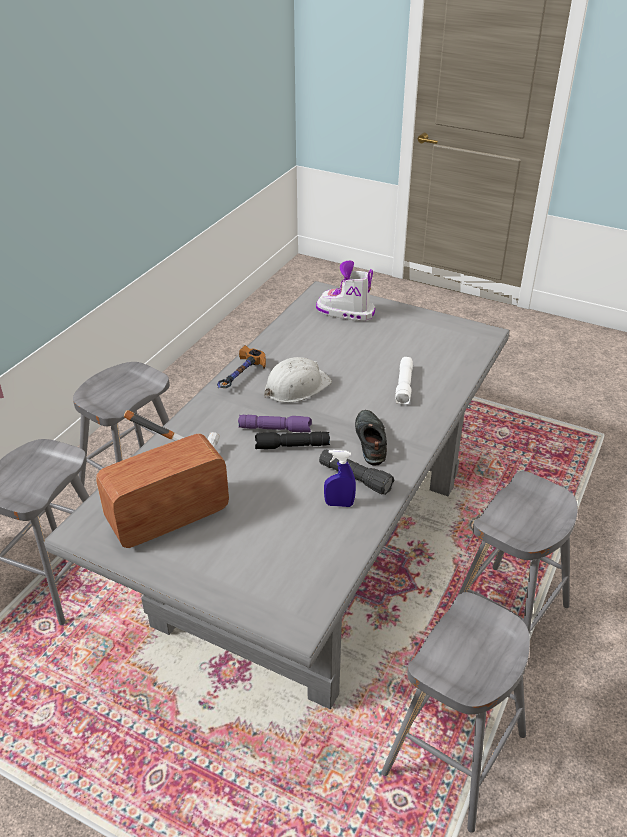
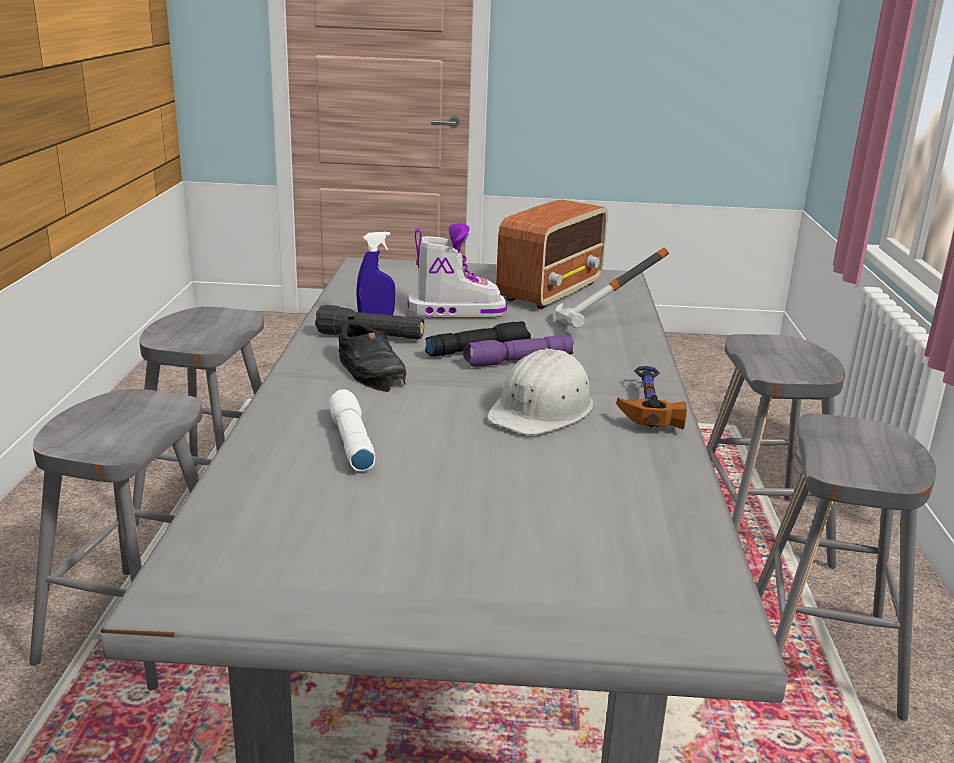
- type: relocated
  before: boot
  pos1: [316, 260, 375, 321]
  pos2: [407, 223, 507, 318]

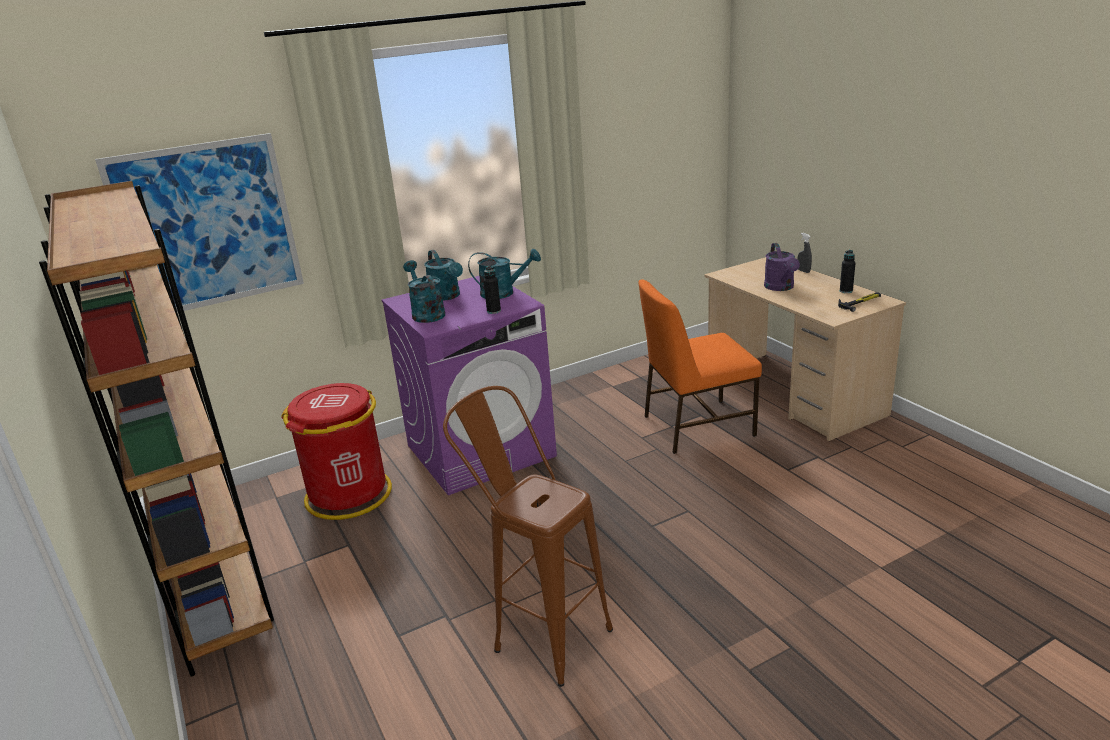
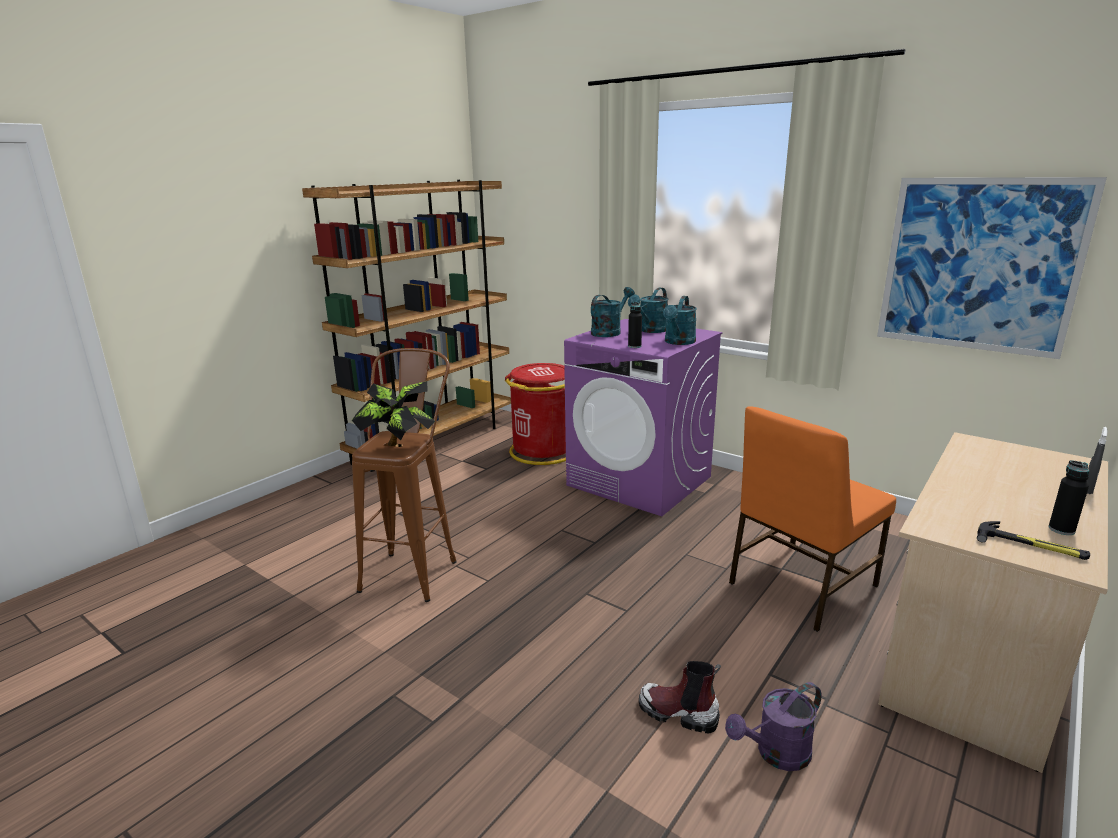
- type: appeared
  after: potted plant
  pos2: [352, 381, 435, 446]
- type: appeared
  after: boot
  pos2: [639, 661, 721, 733]
- type: relocated
  before: picture
  pos1: [95, 133, 304, 312]
  pos2: [877, 177, 1107, 359]
- type: relocated
  before: watering can/purple
  pos1: [764, 243, 800, 291]
  pos2: [725, 682, 821, 771]
- type: spun
  before: watering can/turquoise
  pos1: [468, 249, 541, 299]
  pos2: [663, 296, 697, 345]
  turn: 45
- type: spun
  before: chair/orange
  pos1: [638, 279, 762, 454]
  pos2: [729, 406, 896, 632]
  turn: -90

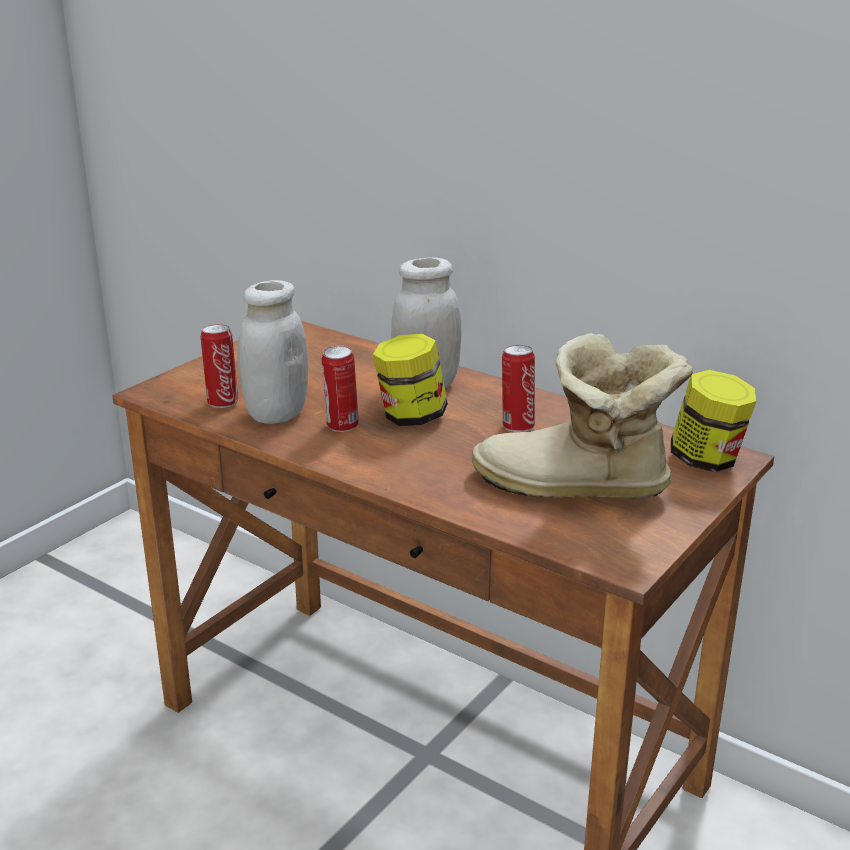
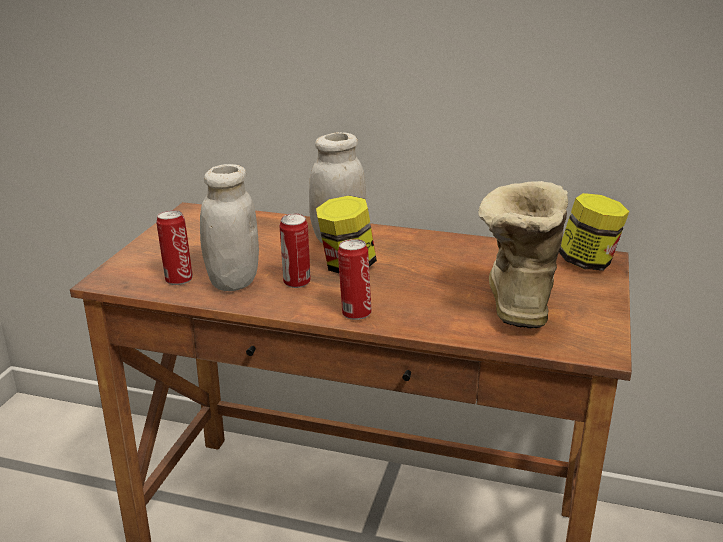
- type: relocated
  before: can
  pos1: [502, 345, 535, 432]
  pos2: [338, 239, 372, 320]
- type: spun
  before: boot
  pos1: [472, 333, 693, 498]
  pos2: [478, 181, 568, 328]
  turn: 105

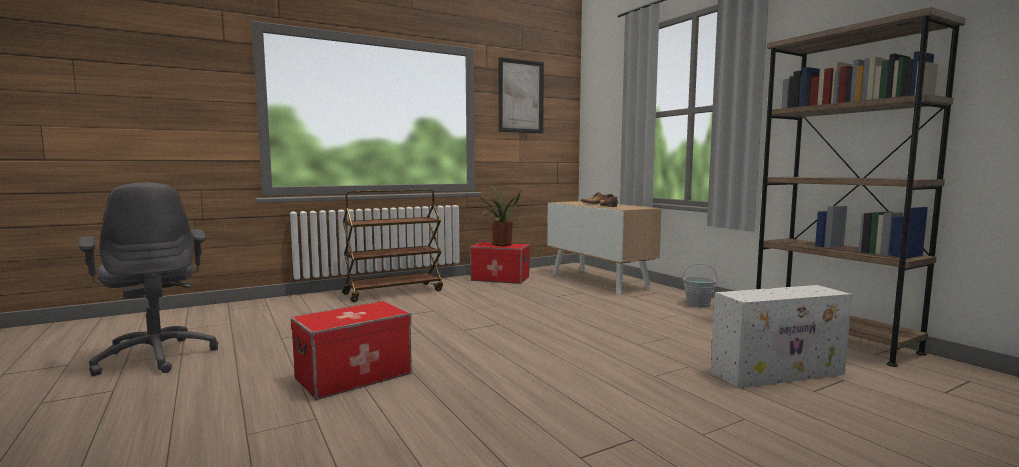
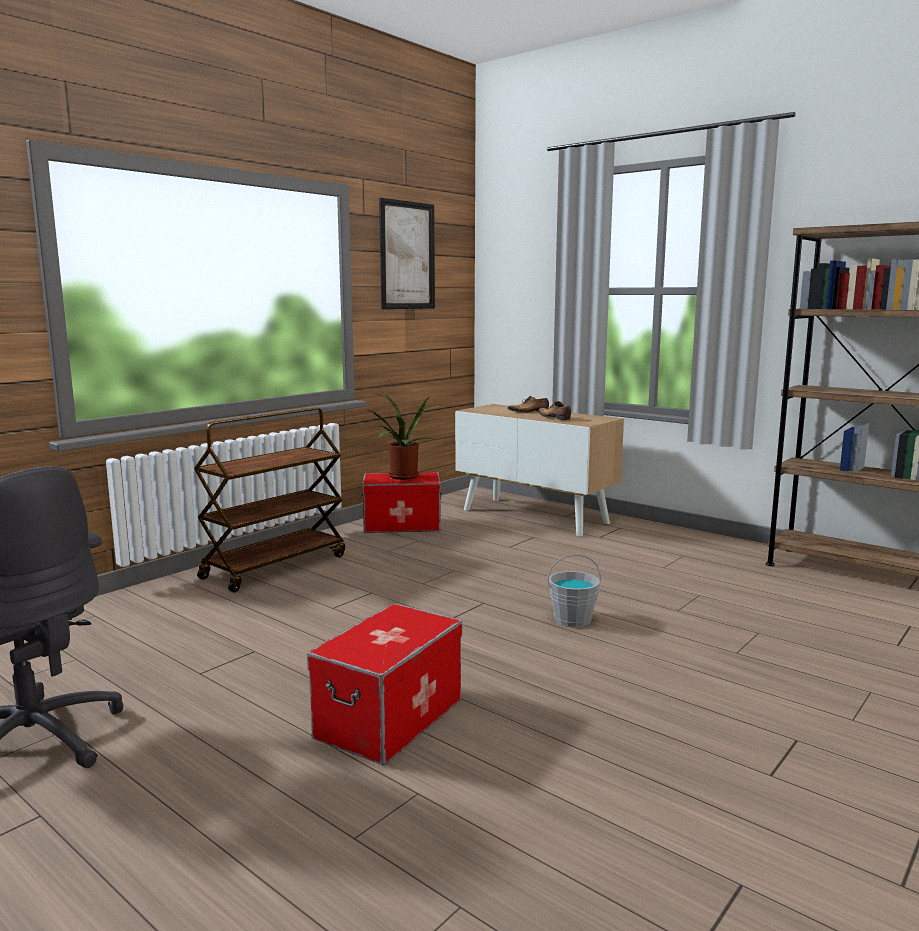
- type: missing
  before: storage box/white
  pos1: [711, 285, 852, 388]
- type: relocated
  before: bucket/grey
  pos1: [683, 264, 717, 307]
  pos2: [548, 554, 601, 627]

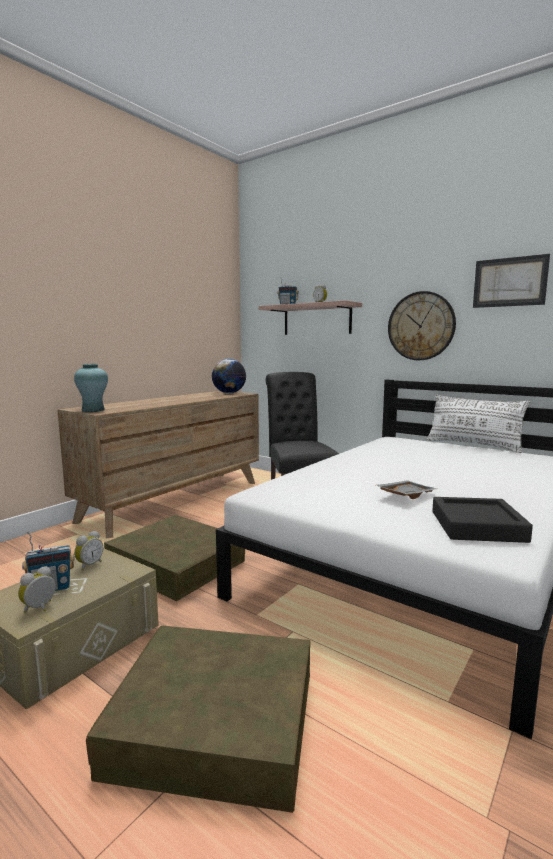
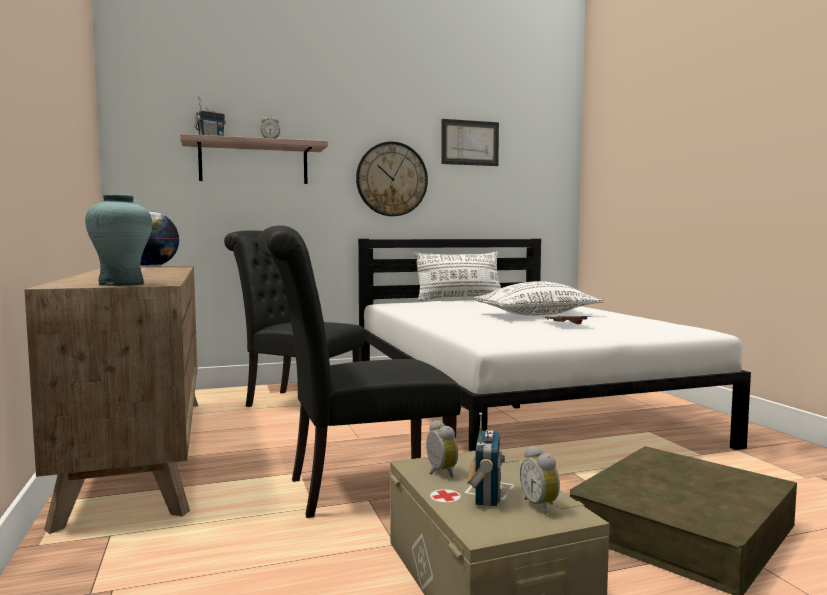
- type: missing
  before: tray/black
  pos1: [432, 497, 533, 543]
- type: appeared
  after: pillow/white
  pos2: [474, 281, 604, 316]
- type: exchanged
  before: storage box/brown
  after: chair/black
  pos1: [104, 515, 245, 601]
  pos2: [258, 225, 462, 518]

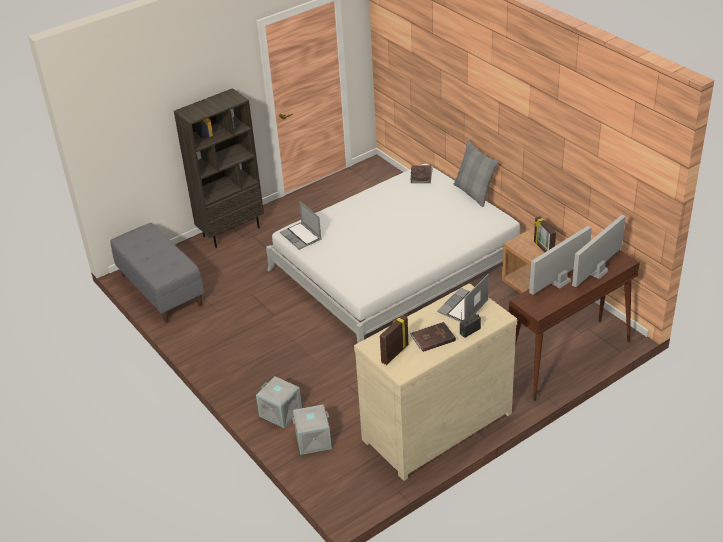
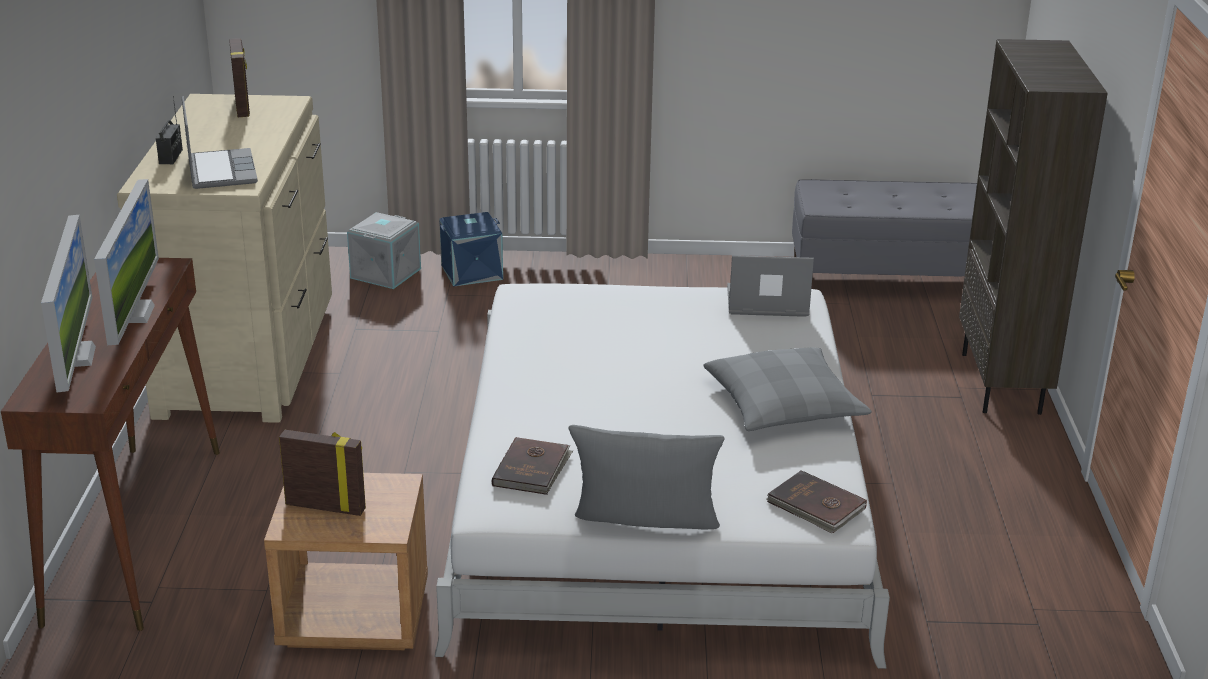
- type: appeared
  after: pillow/grey
  pos2: [703, 347, 872, 431]
- type: relocated
  before: book/brown
  pos1: [410, 322, 456, 352]
  pos2: [492, 437, 573, 495]
- type: colour
  before: storage box/grey
  after: storage box/blue
  pos1: [256, 376, 302, 428]
  pos2: [439, 212, 503, 287]

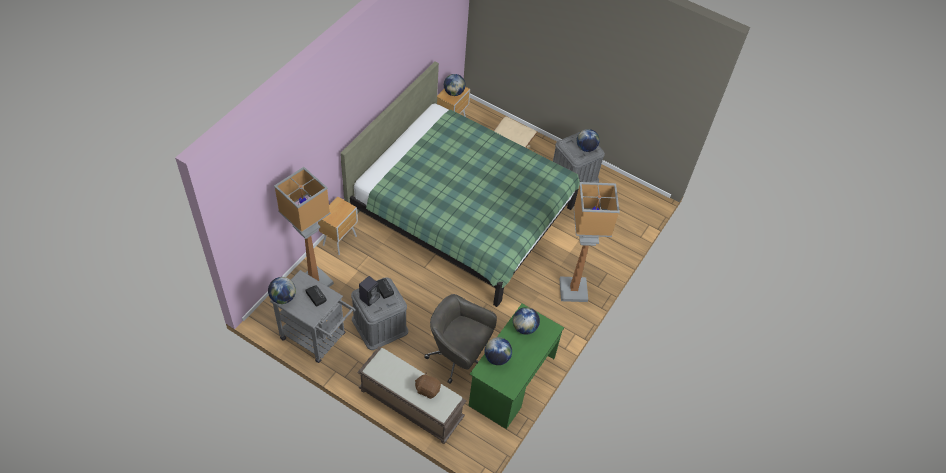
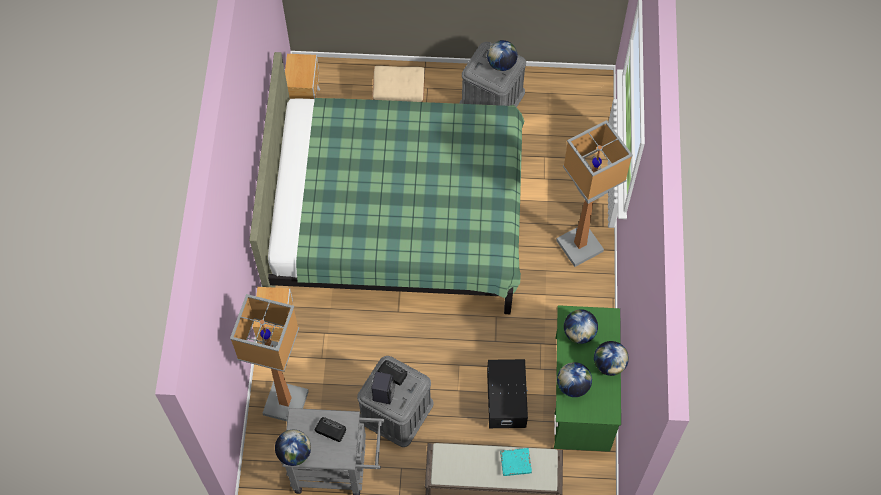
- type: relocated
  before: globe
  pos1: [444, 74, 466, 96]
  pos2: [594, 341, 629, 376]
- type: exchanged
  before: plush toy/brown
  after: book/turquoise
  pos1: [415, 373, 441, 399]
  pos2: [500, 448, 532, 476]
- type: exchanged
  before: office chair/grey
  after: storage box/black
  pos1: [424, 294, 497, 384]
  pos2: [487, 359, 528, 428]

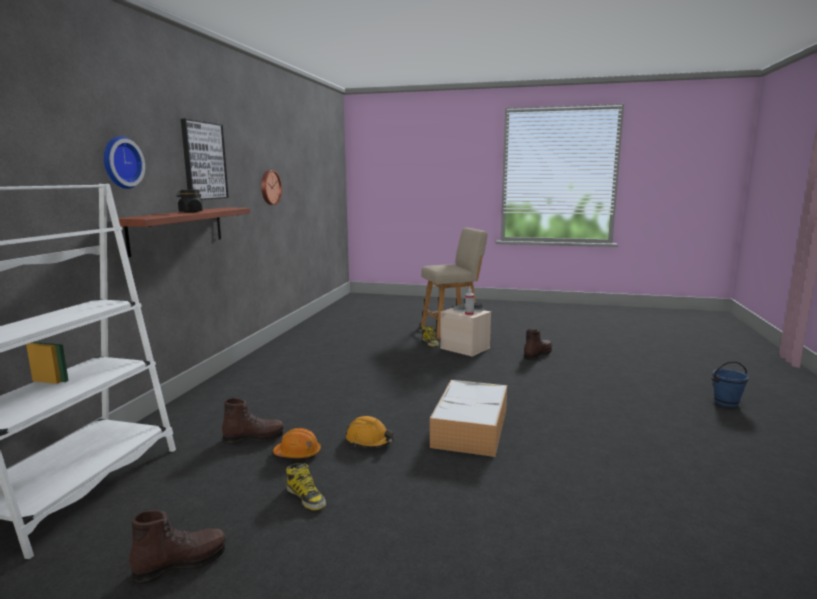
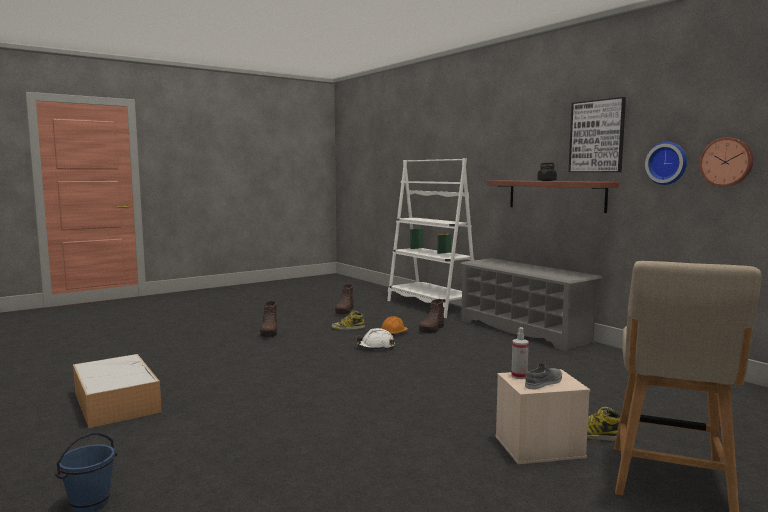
- type: appeared
  after: shoe rack/grey
  pos2: [460, 258, 603, 351]
- type: relocated
  before: wall clock
  pos1: [104, 136, 145, 189]
  pos2: [645, 142, 687, 185]
- type: relocated
  before: storage box
  pos1: [430, 380, 507, 457]
  pos2: [73, 354, 162, 428]
- type: relocated
  before: boot/brown
  pos1: [524, 329, 552, 360]
  pos2: [260, 301, 277, 337]
- type: colour
  before: hard hat/orange
  after: hard hat/white
  pos1: [346, 416, 394, 448]
  pos2: [356, 328, 395, 350]

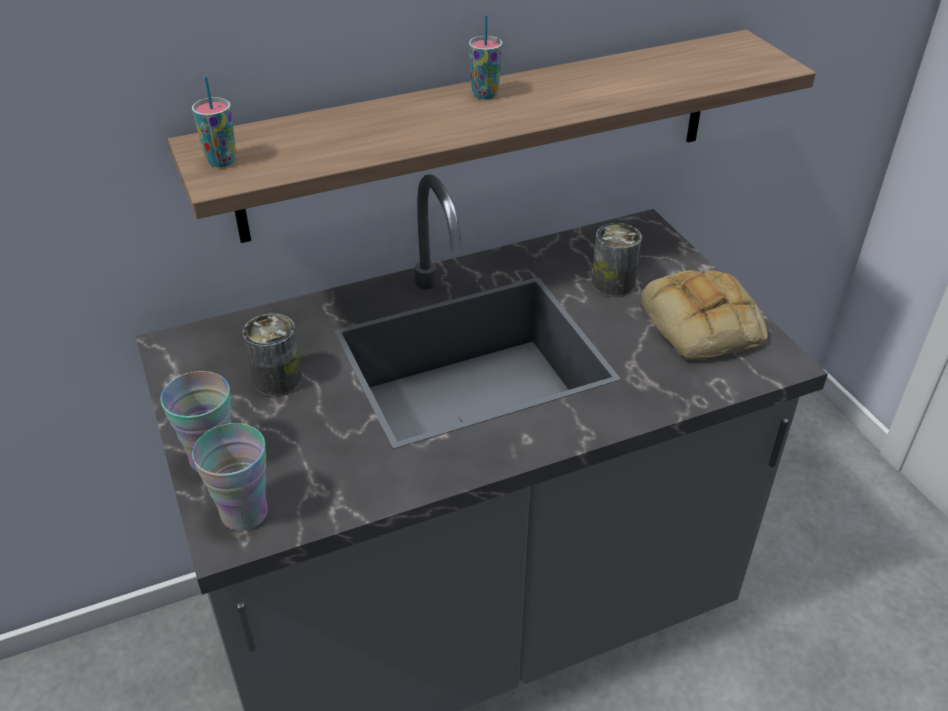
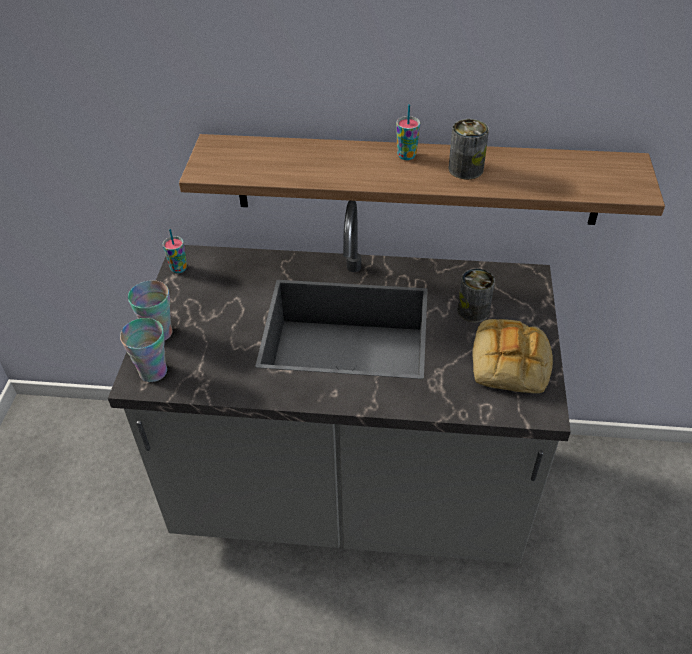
- type: relocated
  before: cup
  pos1: [192, 76, 236, 167]
  pos2: [163, 229, 187, 273]
- type: relocated
  before: can
  pos1: [243, 313, 303, 397]
  pos2: [448, 119, 489, 179]

